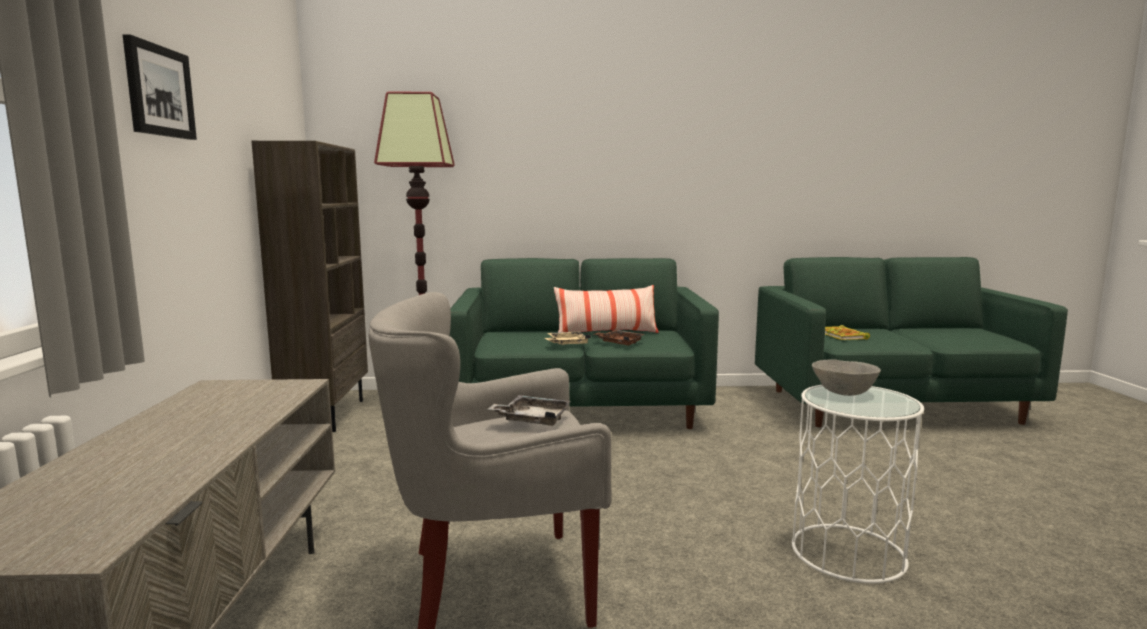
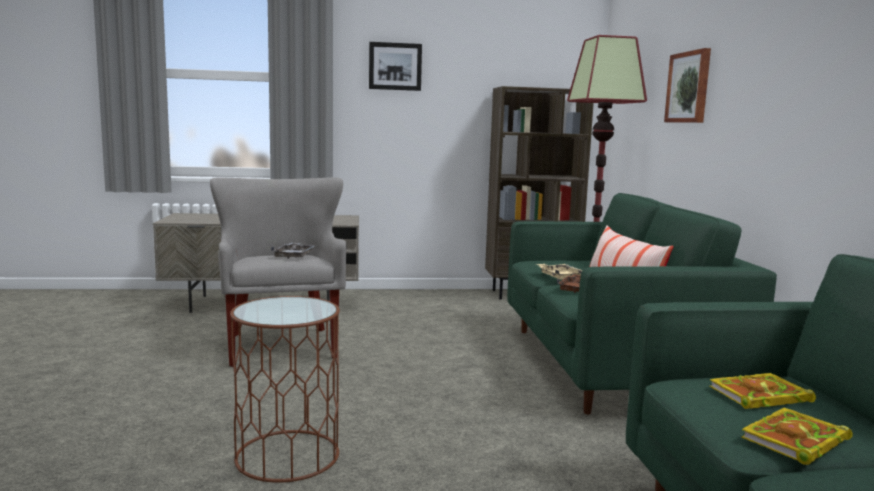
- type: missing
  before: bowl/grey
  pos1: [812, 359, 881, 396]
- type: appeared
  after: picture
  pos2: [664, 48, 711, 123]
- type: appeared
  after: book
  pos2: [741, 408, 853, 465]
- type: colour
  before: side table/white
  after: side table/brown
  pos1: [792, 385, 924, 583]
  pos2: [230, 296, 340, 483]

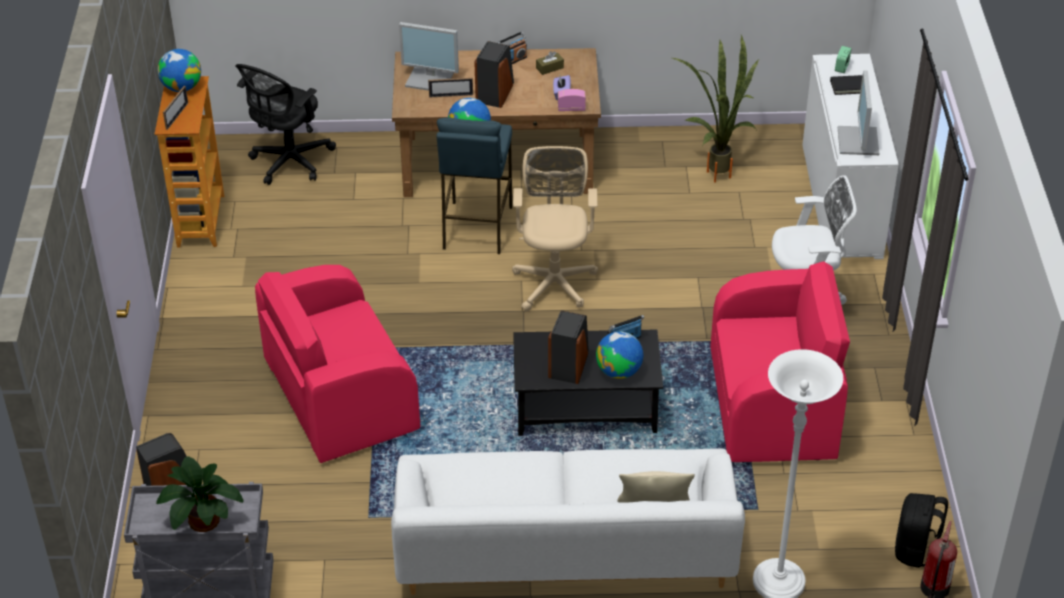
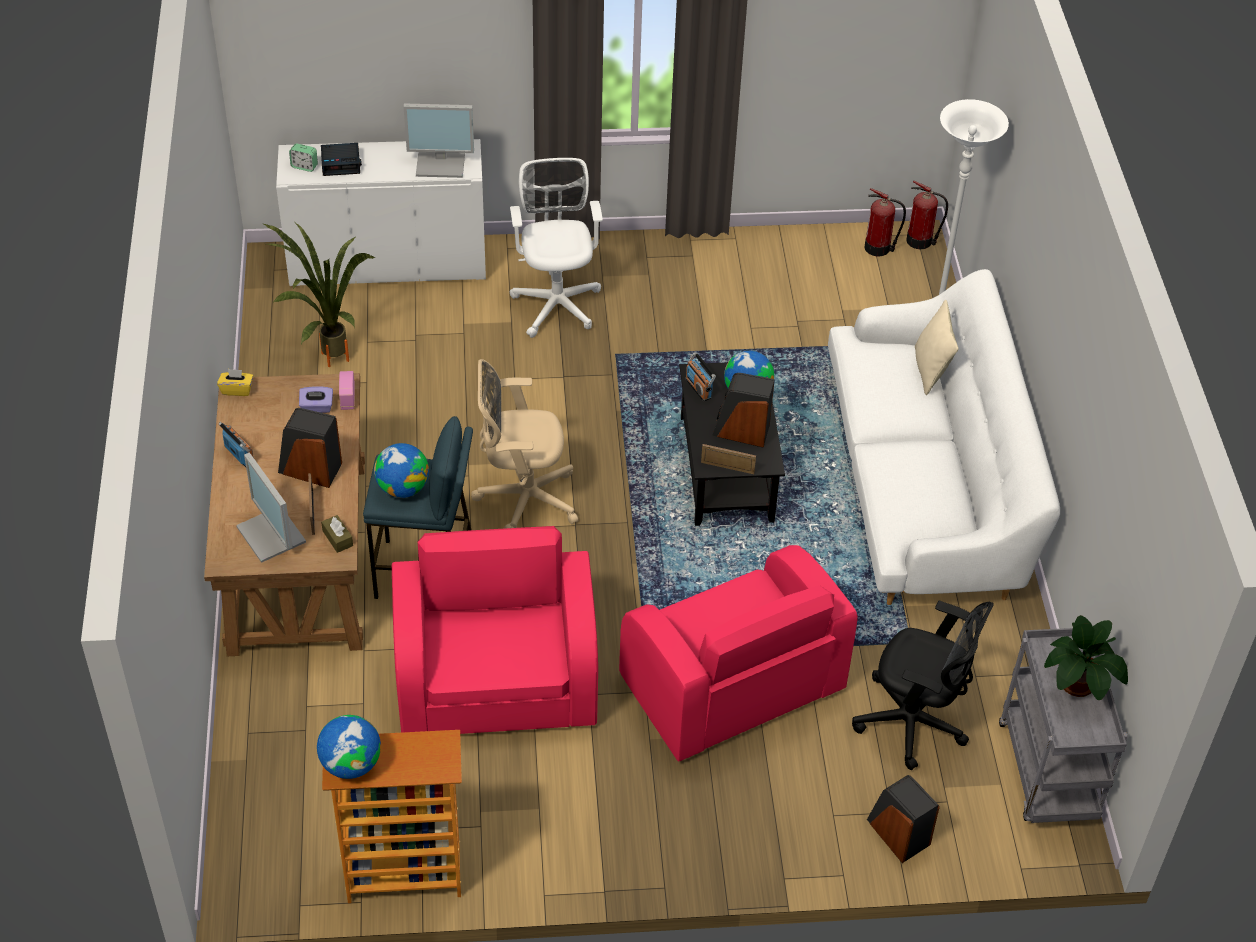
- type: appeared
  after: tissue box/yellow
  pos2: [217, 369, 253, 396]
- type: relocated
  before: picture frame
  pos1: [163, 86, 188, 130]
  pos2: [701, 444, 756, 474]
- type: relocated
  before: office chair/black
  pos1: [235, 64, 336, 185]
  pos2: [852, 600, 994, 770]
- type: relocated
  before: tissue box/brown
  pos1: [536, 51, 564, 75]
  pos2: [321, 515, 353, 553]
- type: relocated
  before: armchair/pink
  pos1: [710, 261, 850, 462]
  pos2: [392, 526, 598, 734]
- type: exchanged
  before: book/black
  after: alarm clock
  pos1: [830, 75, 863, 95]
  pos2: [321, 143, 362, 176]
- type: exchanged
  before: backpack/black
  after: fire extinguisher
  pos1: [895, 493, 948, 568]
  pos2: [865, 188, 906, 256]
- type: spun
  before: monitor
  pos1: [399, 22, 459, 91]
  pos2: [236, 452, 306, 563]
  turn: 135

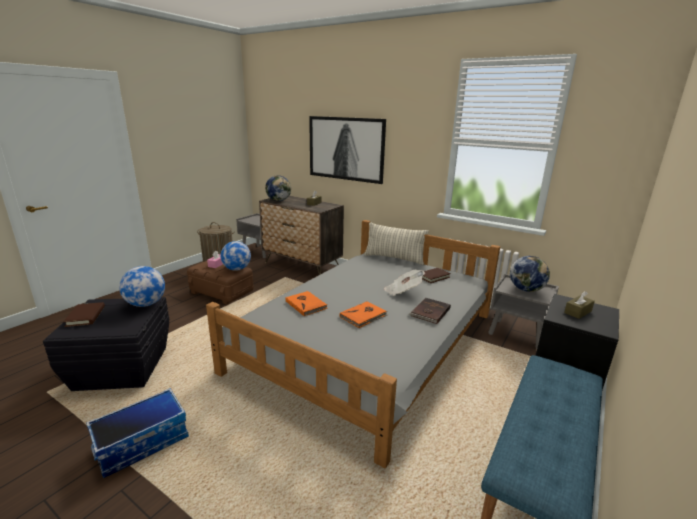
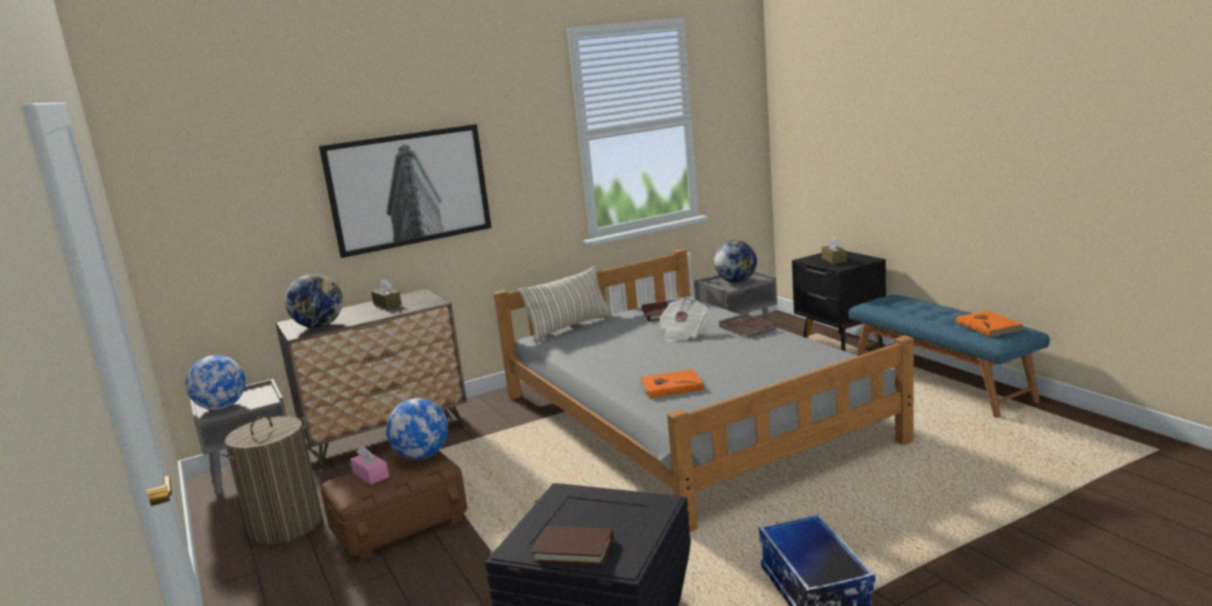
- type: relocated
  before: globe
  pos1: [119, 266, 165, 307]
  pos2: [186, 355, 245, 410]
- type: relocated
  before: book/orange
  pos1: [340, 301, 388, 328]
  pos2: [956, 311, 1023, 337]

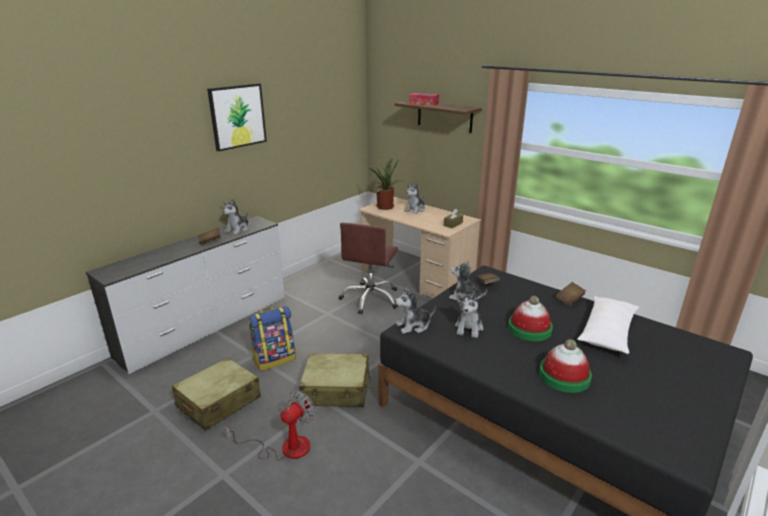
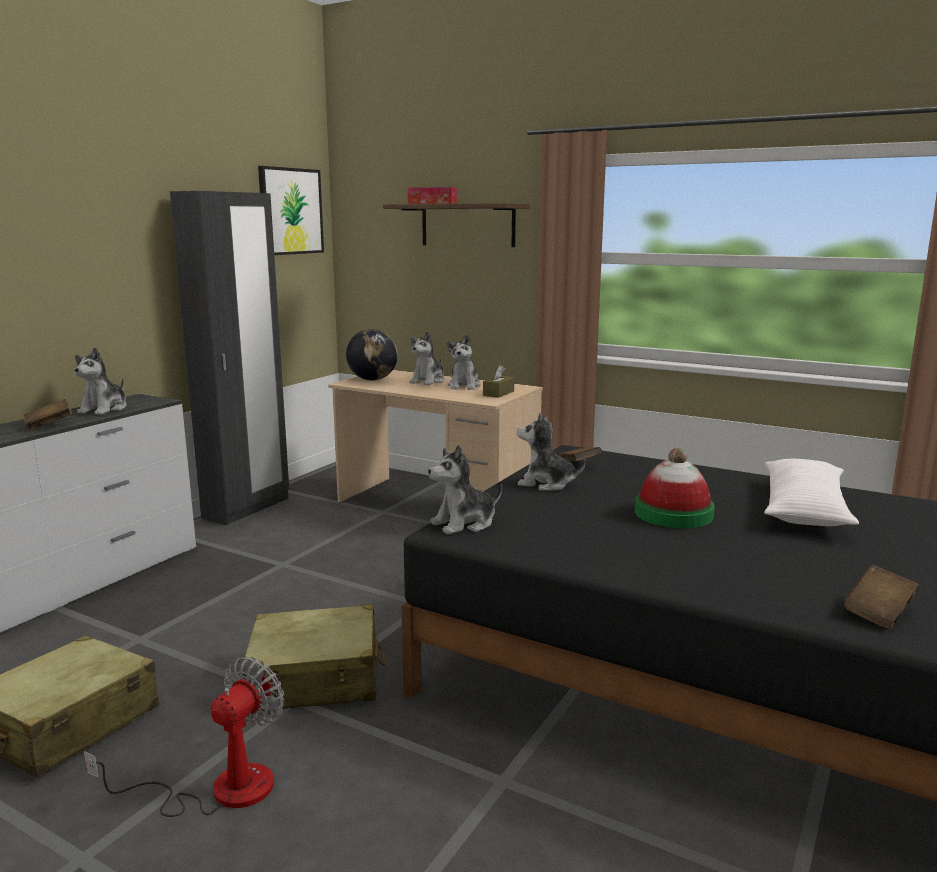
- type: missing
  before: backpack
  pos1: [249, 306, 296, 371]
- type: missing
  before: office chair/brown
  pos1: [339, 223, 398, 314]
- type: missing
  before: hat
  pos1: [539, 339, 592, 393]
- type: appeared
  after: wardrobe/black
  pos2: [170, 191, 289, 525]
- type: relocated
  before: picture
  pos1: [207, 83, 267, 152]
  pos2: [258, 166, 324, 255]
- type: relocated
  before: plush toy
  pos1: [455, 291, 483, 338]
  pos2: [446, 334, 481, 390]
- type: relocated
  before: book/brown
  pos1: [555, 282, 586, 306]
  pos2: [843, 565, 919, 629]
- type: exchanged
  before: potted plant
  after: globe
  pos1: [369, 154, 402, 210]
  pos2: [346, 329, 398, 380]

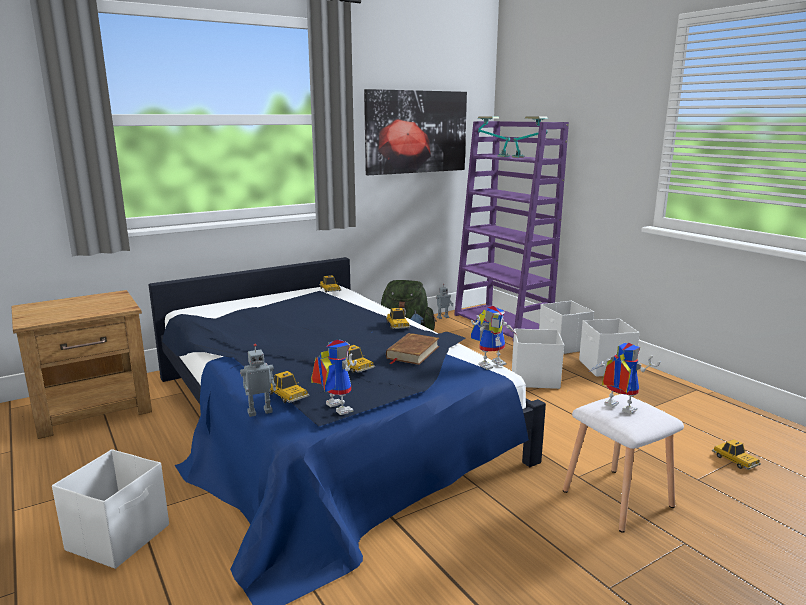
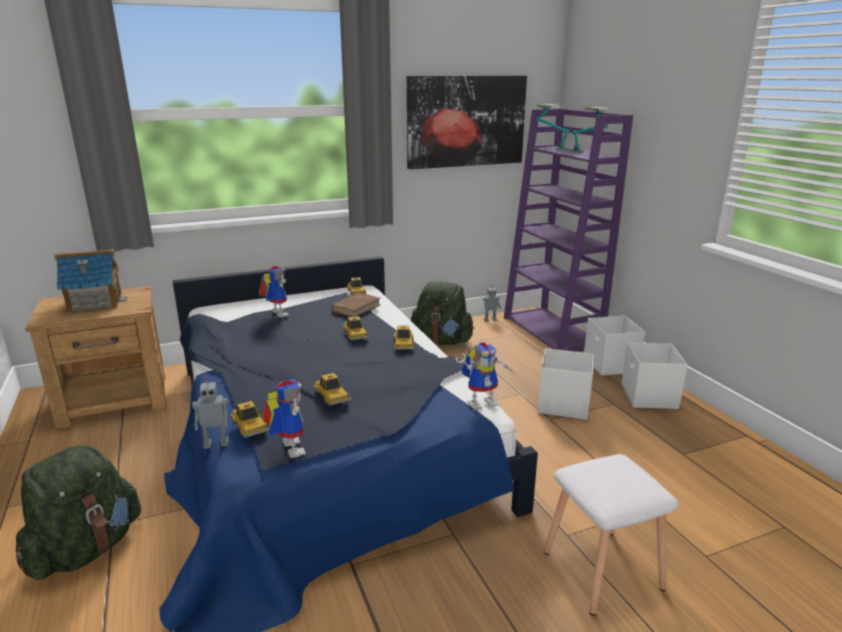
- type: appeared
  after: toy house
  pos2: [54, 249, 127, 313]
- type: relocated
  before: book/brown
  pos1: [386, 333, 439, 365]
  pos2: [331, 293, 380, 317]
- type: relocated
  before: toy robot
  pos1: [589, 343, 660, 414]
  pos2: [259, 266, 289, 317]
- type: relocated
  before: toy car
  pos1: [712, 439, 761, 470]
  pos2: [343, 316, 369, 340]
- type: exchanged
  before: storage box/white
  after: backpack/green
  pos1: [52, 449, 169, 569]
  pos2: [16, 445, 141, 580]

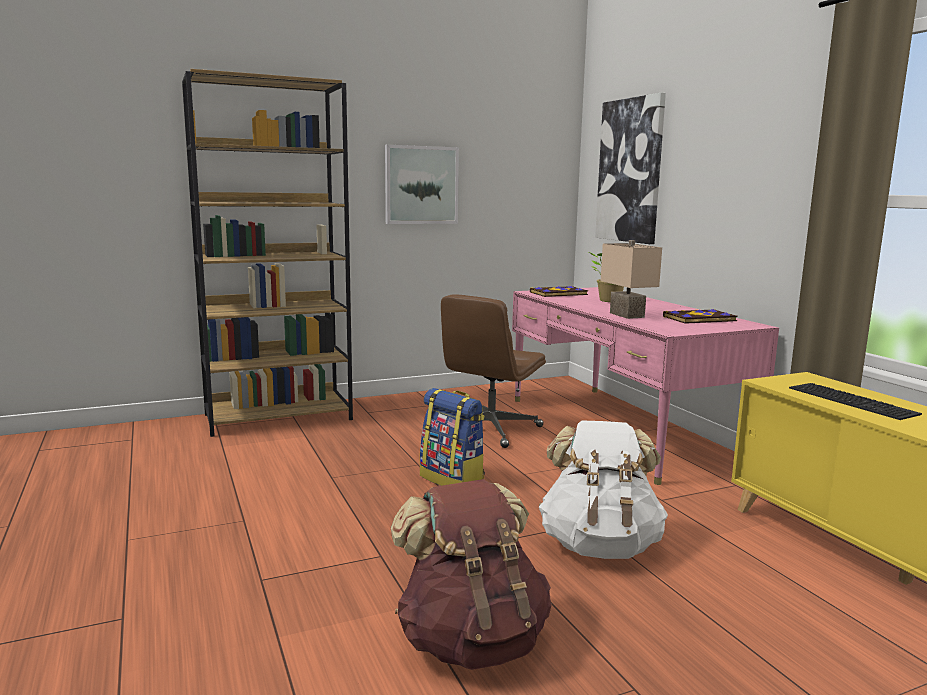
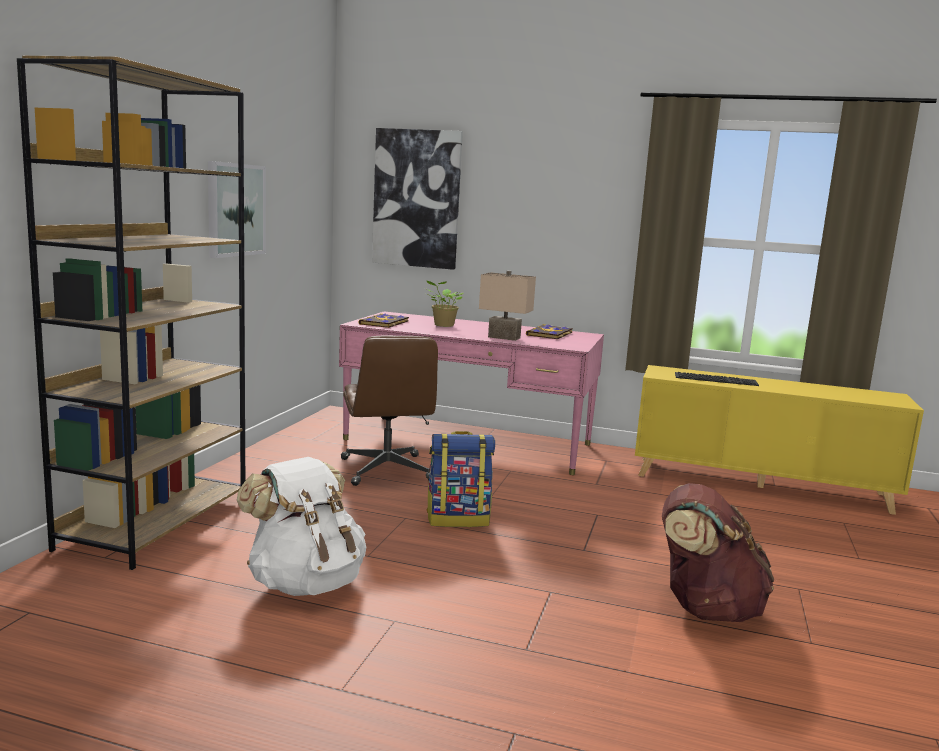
- type: relocated
  before: backpack/white
  pos1: [539, 420, 668, 559]
  pos2: [237, 457, 366, 596]

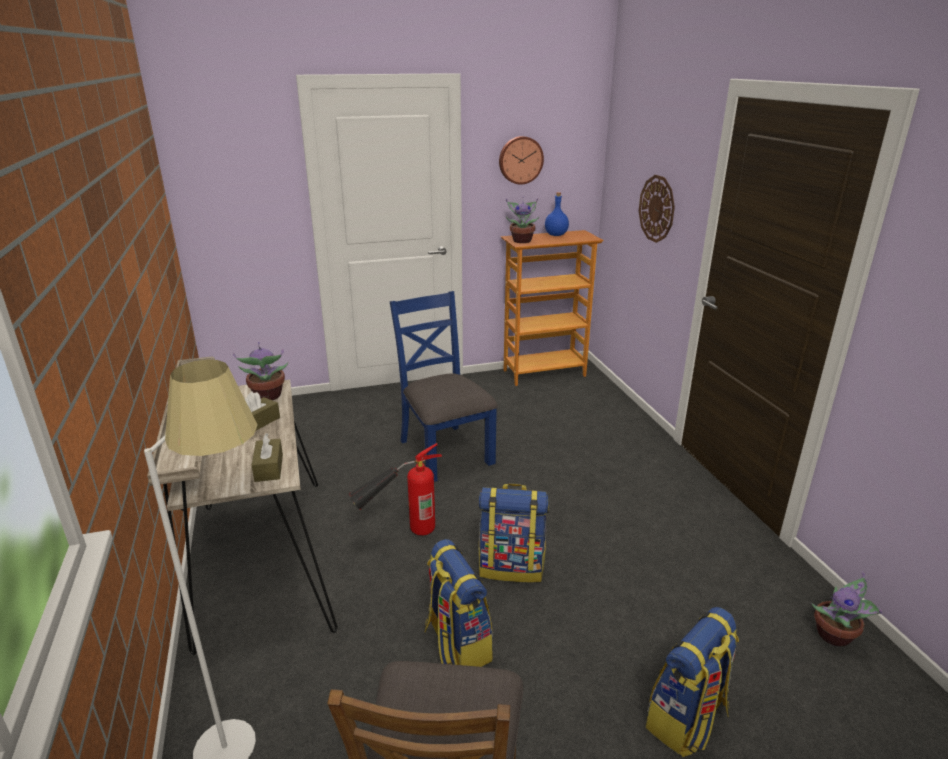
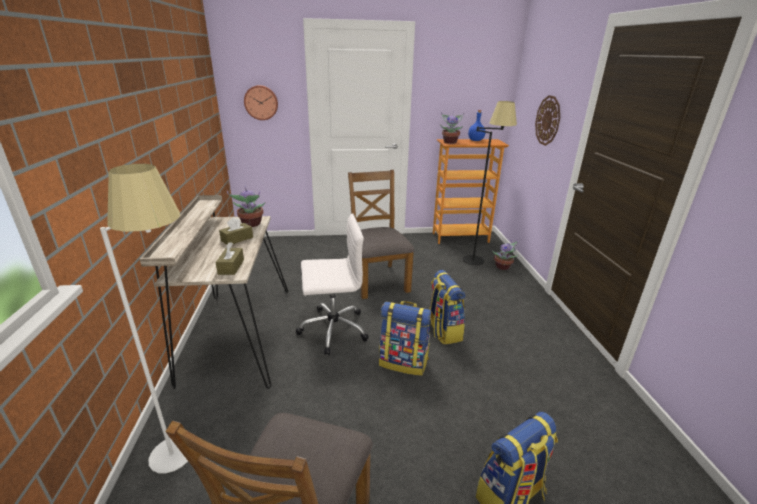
- type: appeared
  after: floor lamp/black
  pos2: [463, 101, 517, 265]
- type: relocated
  before: backpack
  pos1: [425, 539, 493, 667]
  pos2: [429, 270, 465, 345]
- type: relocated
  before: wall clock
  pos1: [499, 136, 544, 185]
  pos2: [244, 85, 278, 120]
- type: relocated
  before: potted plant
  pos1: [812, 572, 882, 647]
  pos2: [492, 239, 518, 270]
- type: exchanged
  before: fire extinguisher
  after: office chair/white
  pos1: [348, 443, 442, 536]
  pos2: [296, 213, 369, 355]
- type: colour
  before: chair/blue
  after: chair/brown
  pos1: [390, 291, 498, 482]
  pos2: [348, 170, 415, 299]

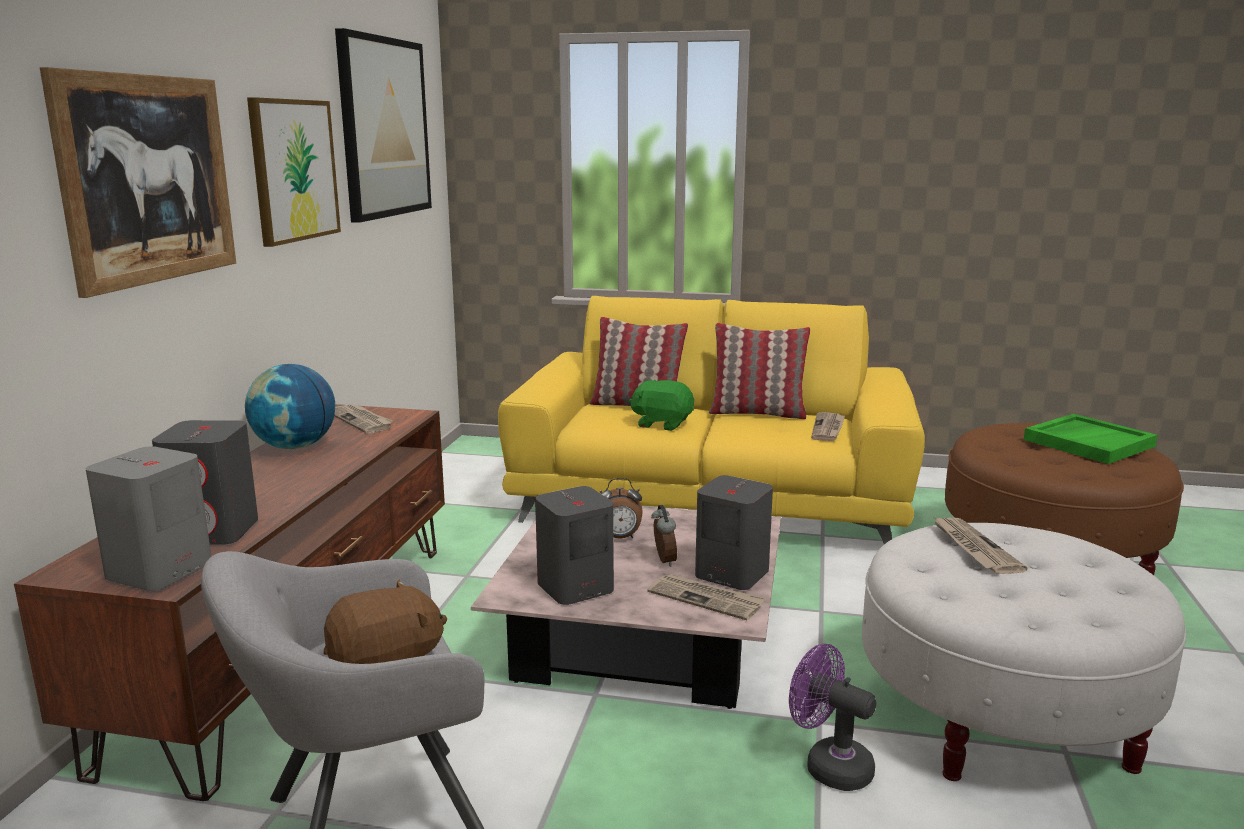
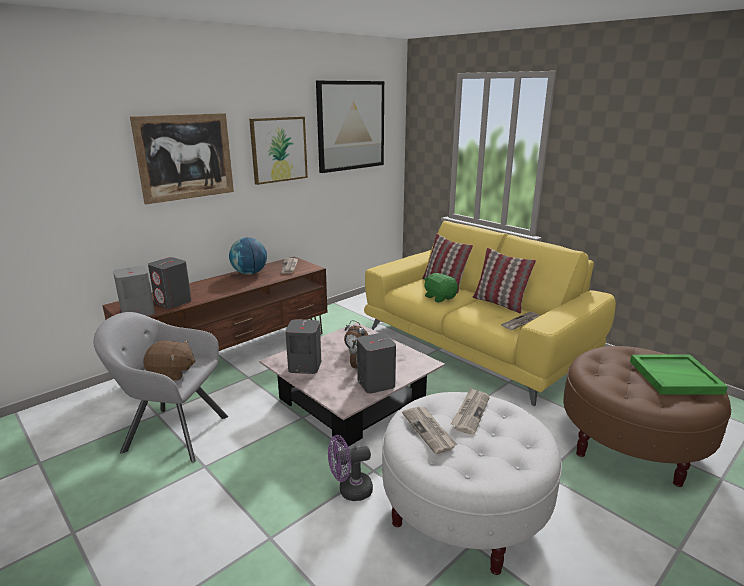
- type: relocated
  before: newspaper
  pos1: [647, 574, 766, 620]
  pos2: [402, 406, 457, 454]
- type: spun
  before: fan/purple
  pos1: [789, 643, 877, 791]
  pos2: [328, 435, 373, 501]
  turn: -90

